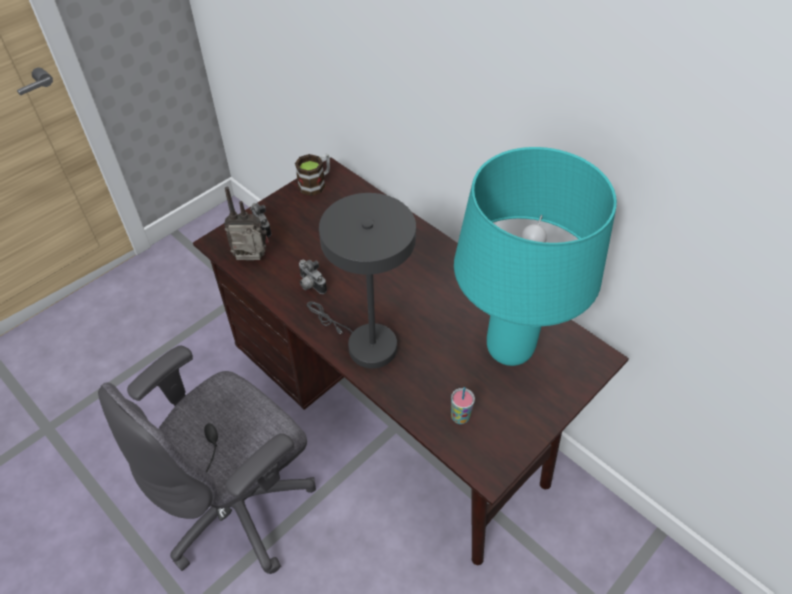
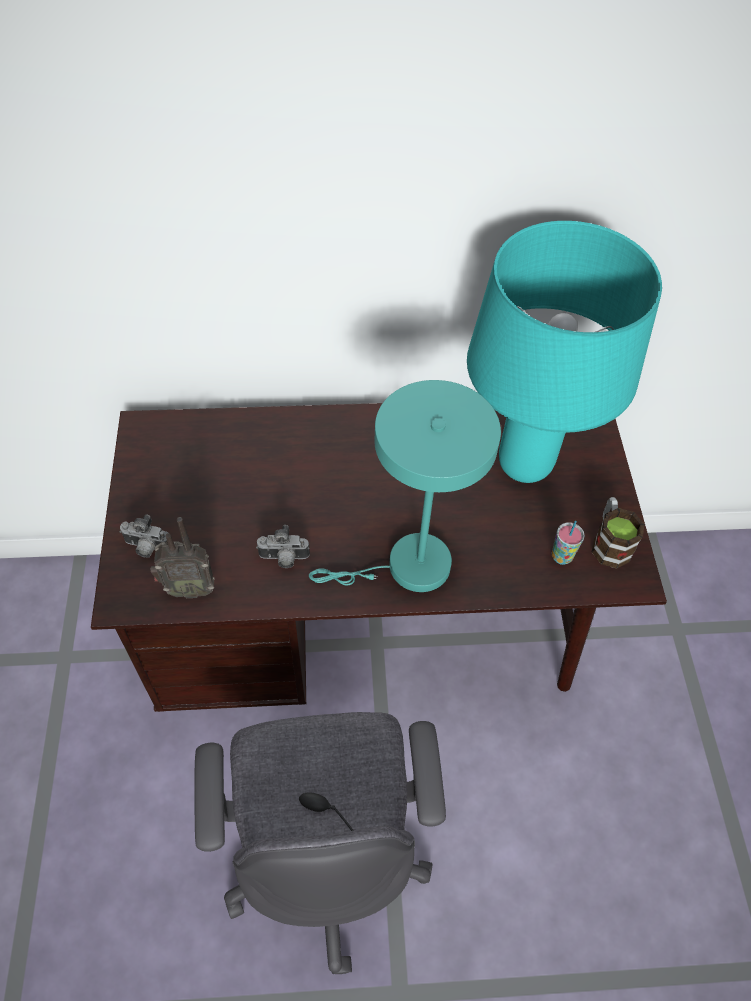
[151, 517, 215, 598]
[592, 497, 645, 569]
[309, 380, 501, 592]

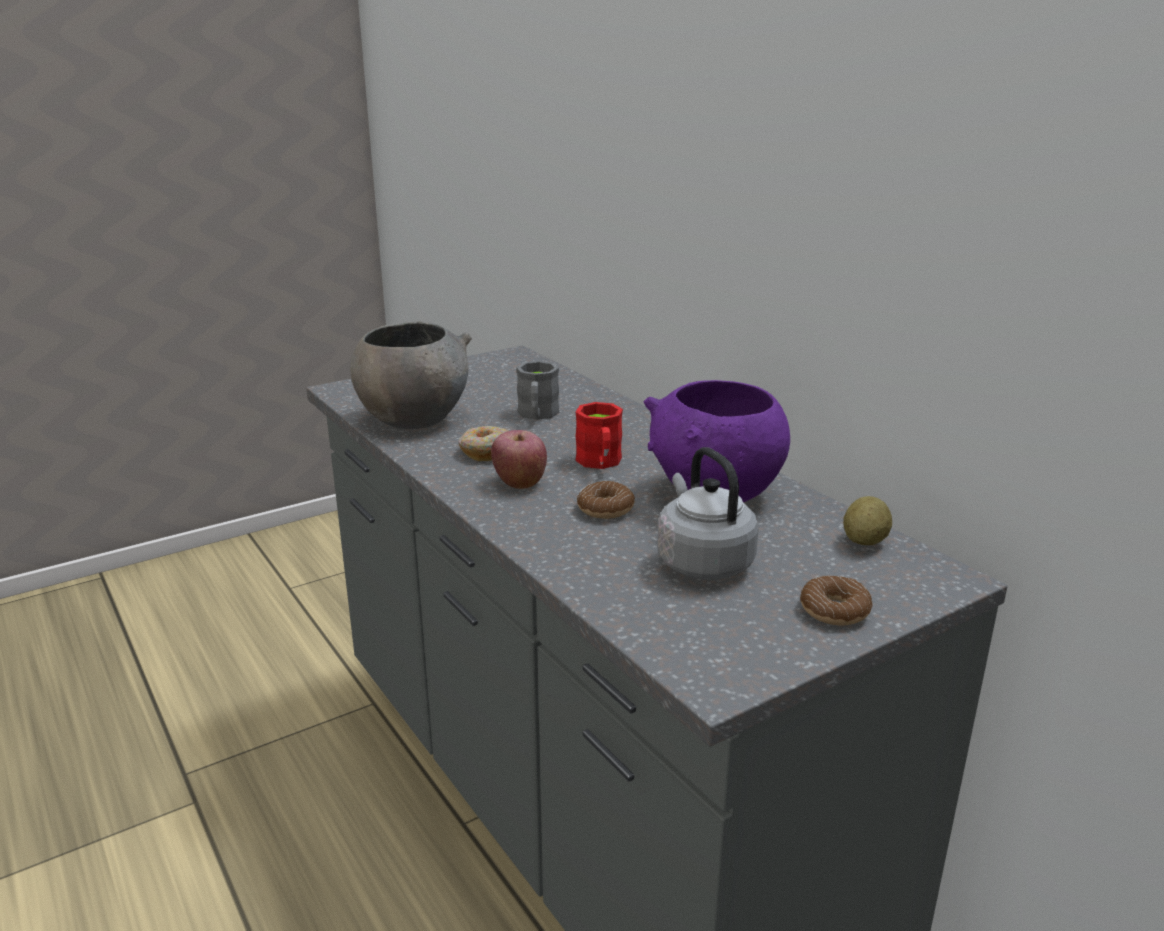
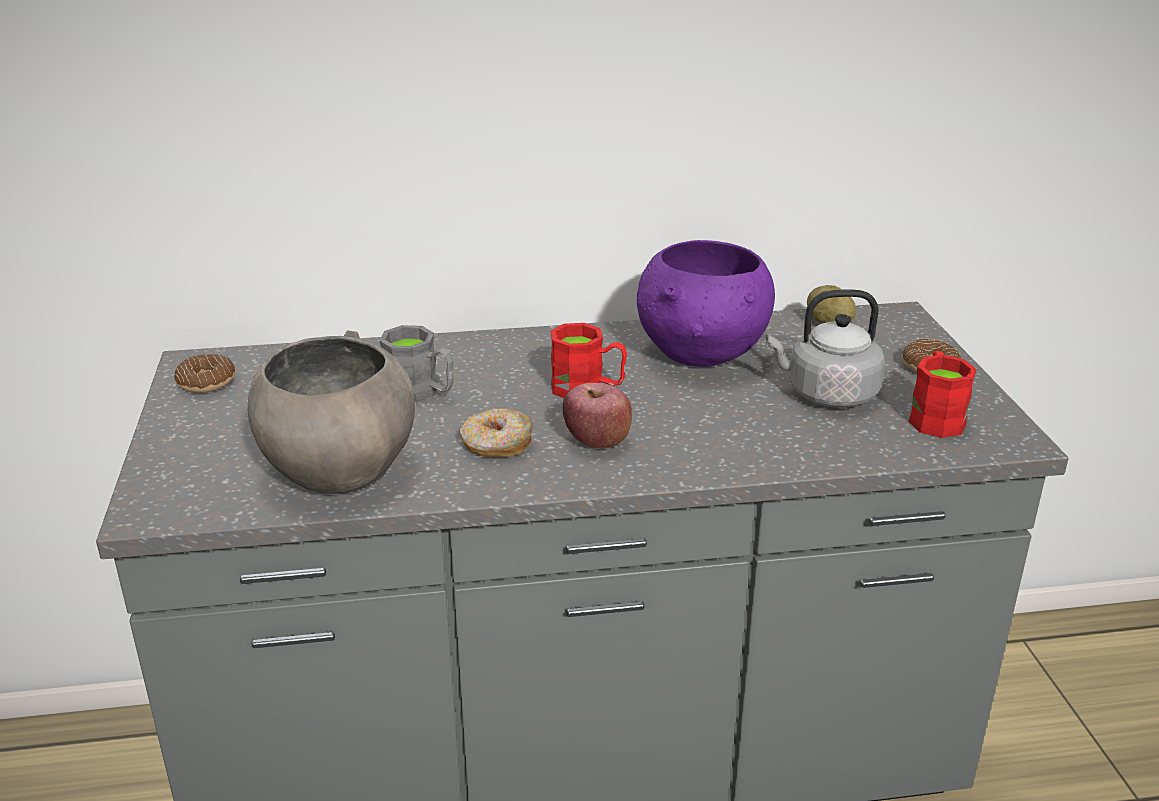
[174, 354, 235, 393]
[909, 351, 977, 438]

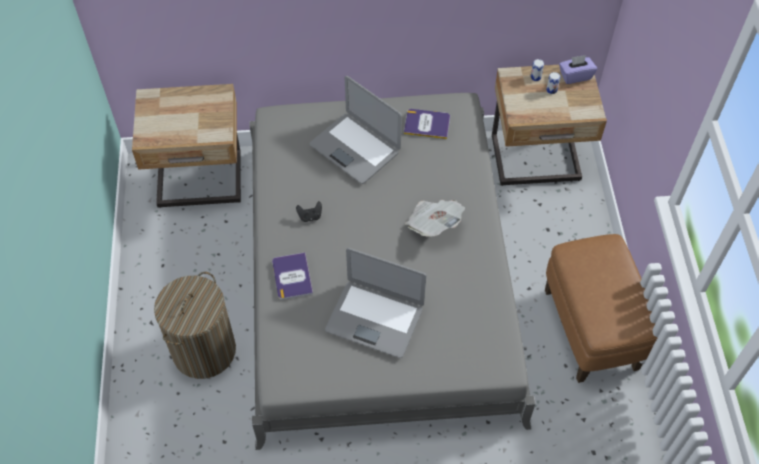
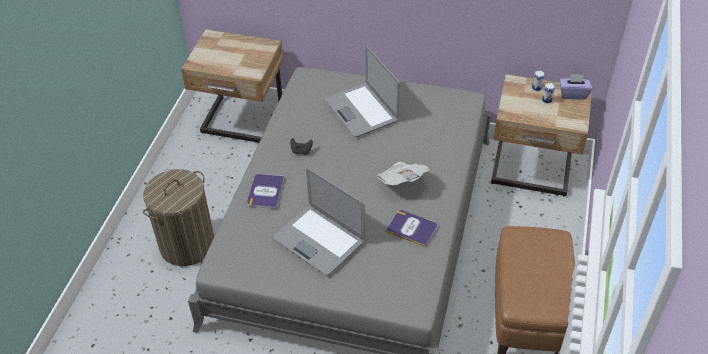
[386, 210, 437, 248]

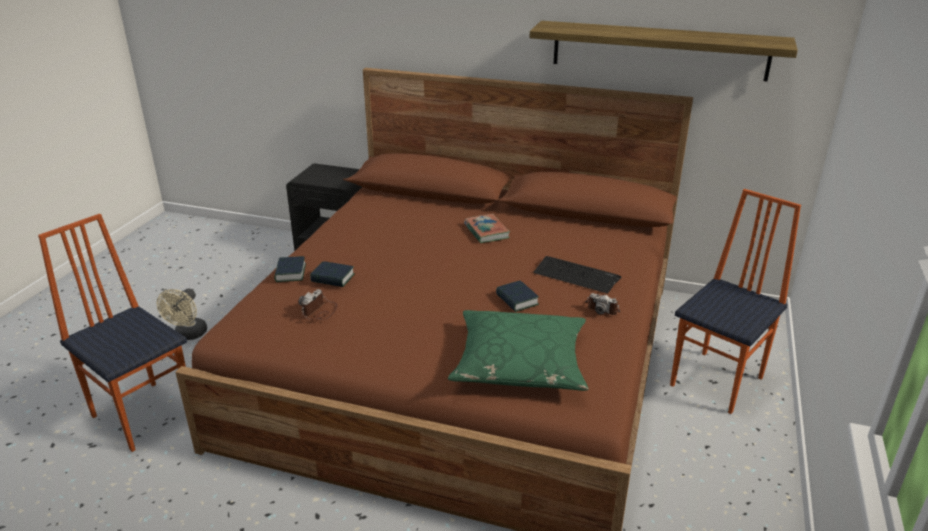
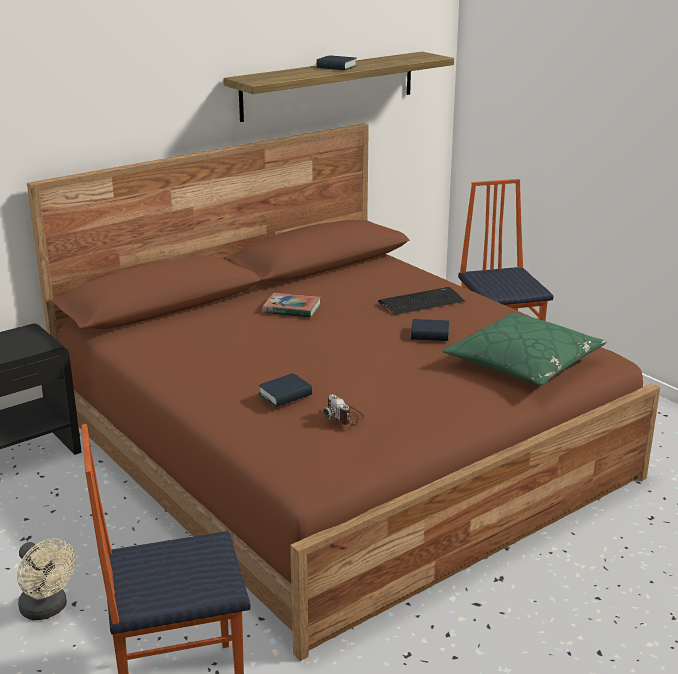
[316, 55, 357, 70]
[585, 293, 620, 315] (first image)

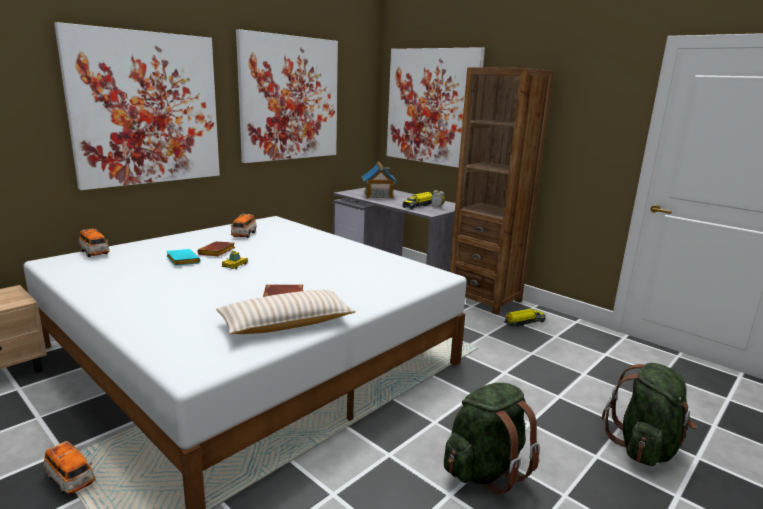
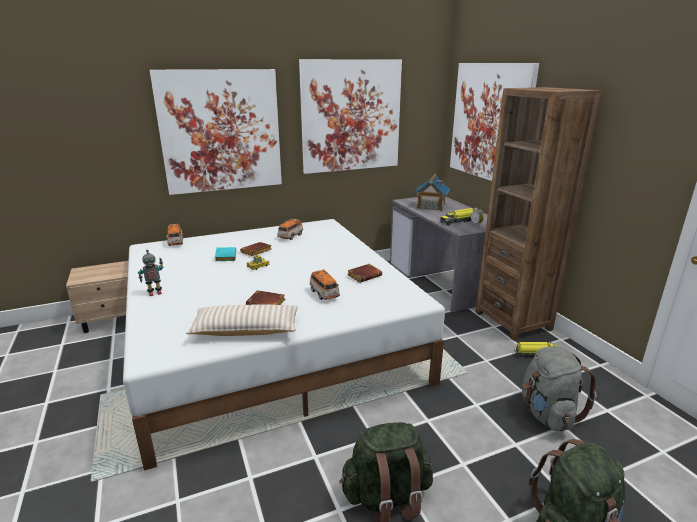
[310, 269, 340, 300]
[138, 250, 164, 296]
[347, 264, 382, 283]
[522, 346, 597, 431]

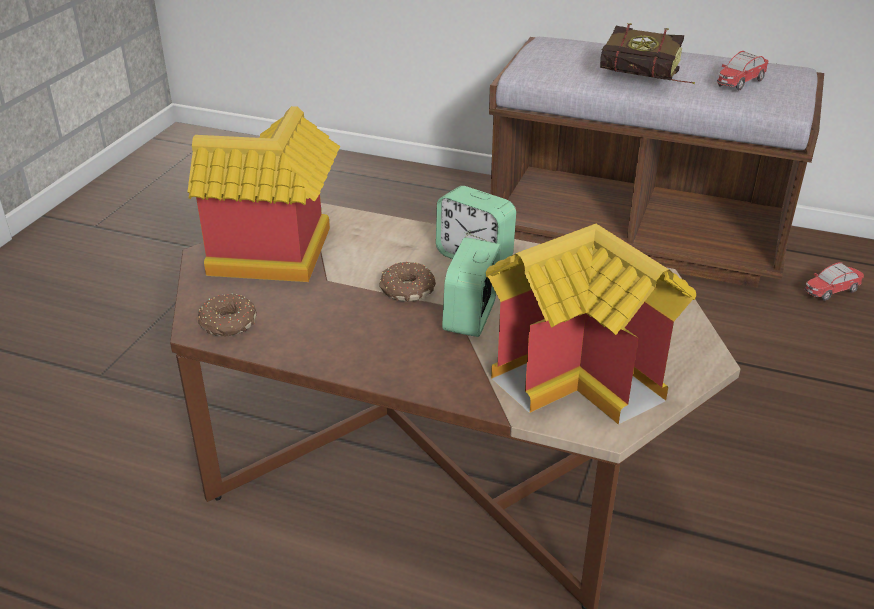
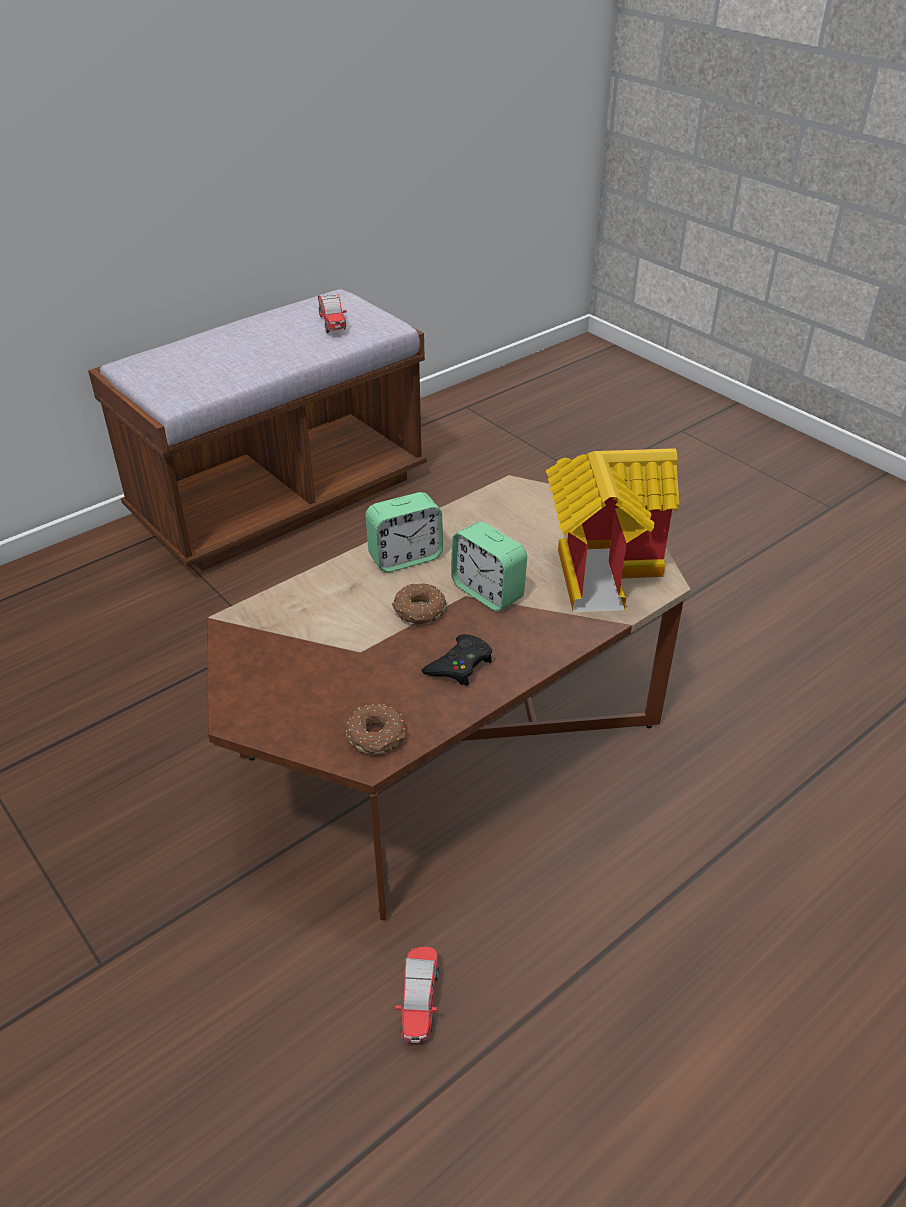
[187, 106, 340, 282] (first image)
[600, 23, 695, 84] (first image)
[395, 947, 439, 1043]
[421, 634, 492, 686]

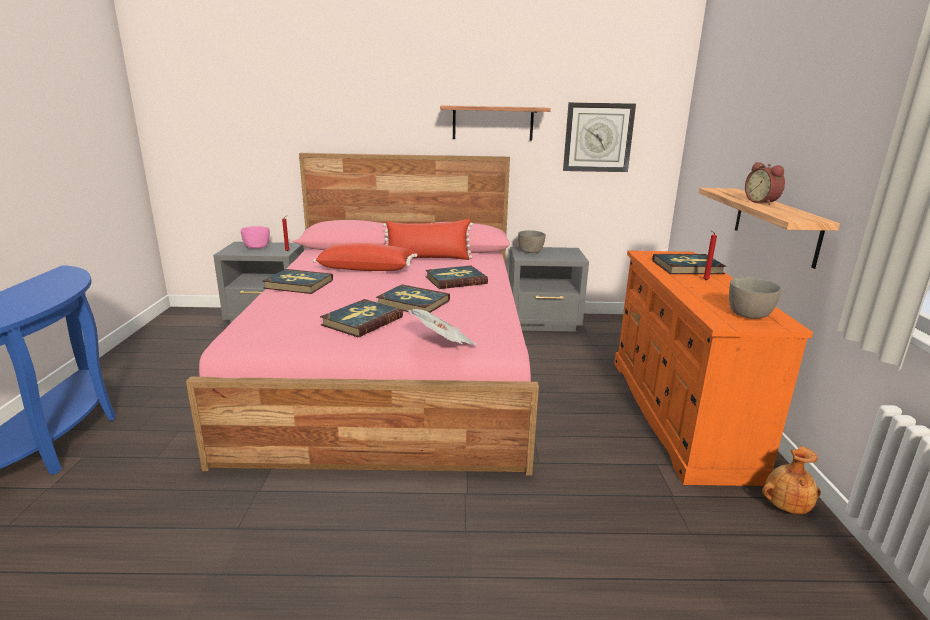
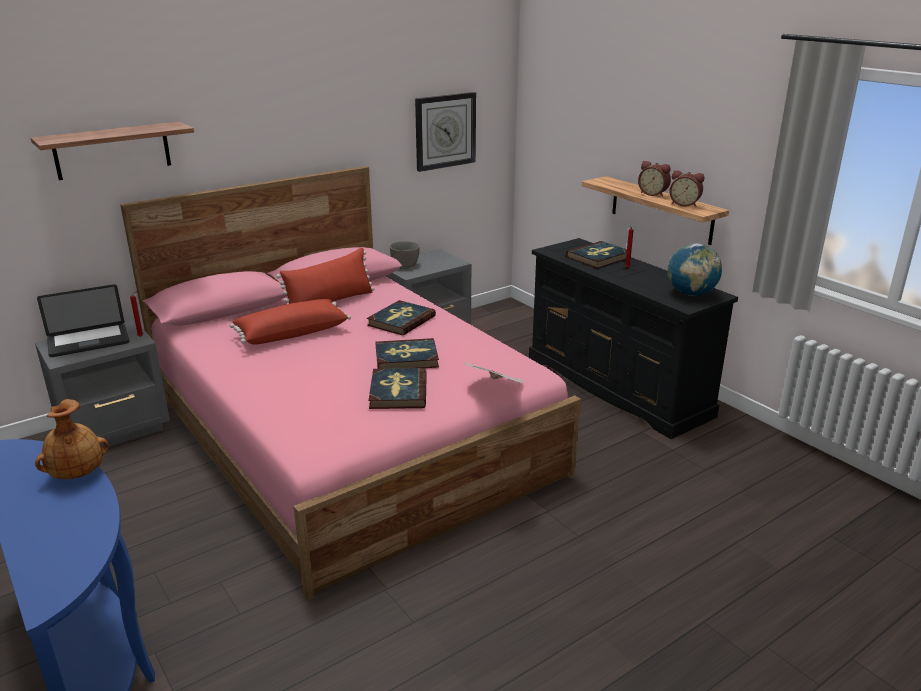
[37, 284, 129, 357]
[262, 269, 333, 294] (first image)
[31, 122, 194, 180]
[529, 238, 738, 439]
[668, 243, 722, 296]
[35, 399, 109, 479]
[669, 170, 704, 207]

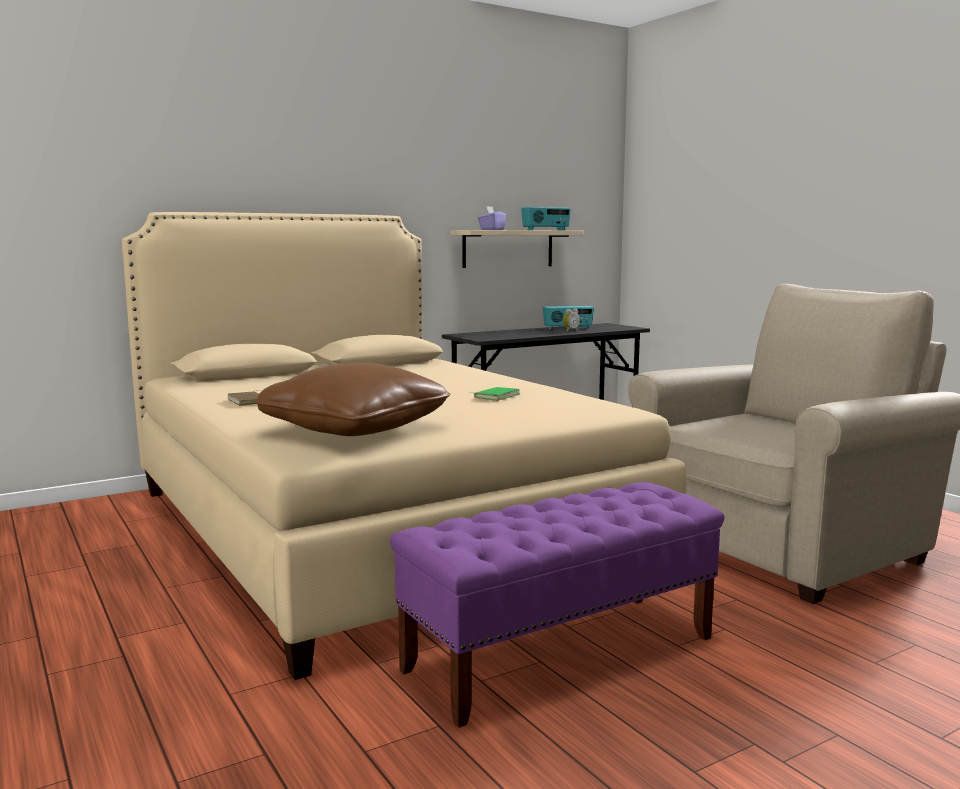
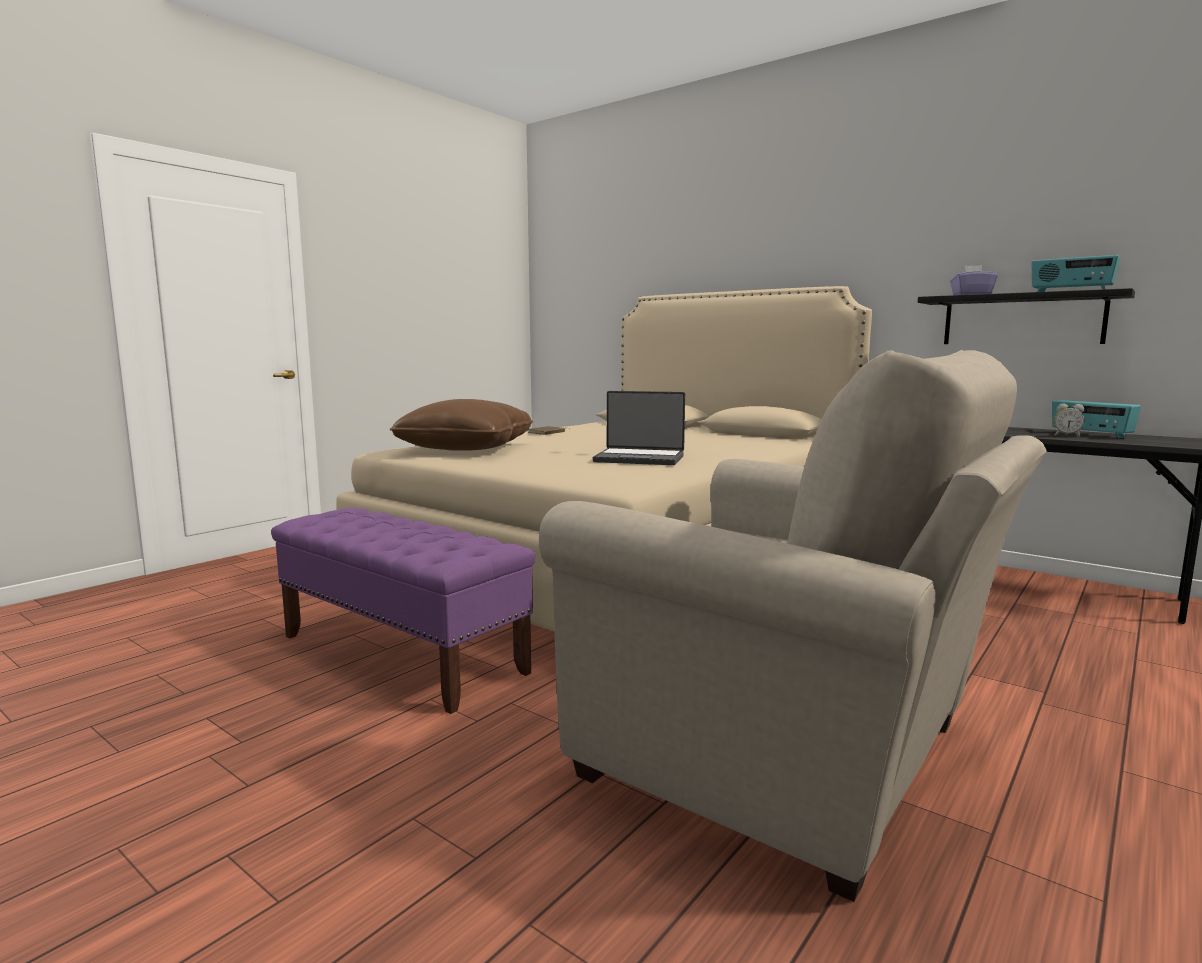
[918, 288, 1135, 344]
[593, 391, 685, 465]

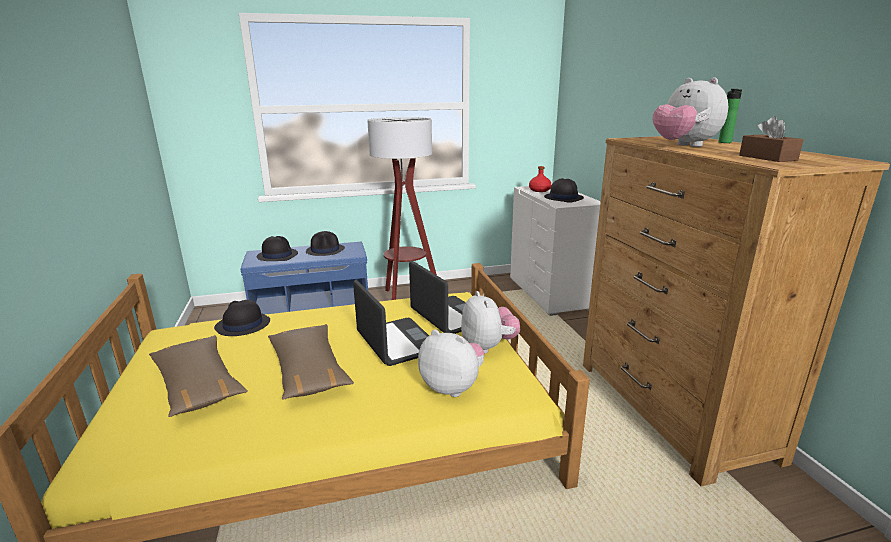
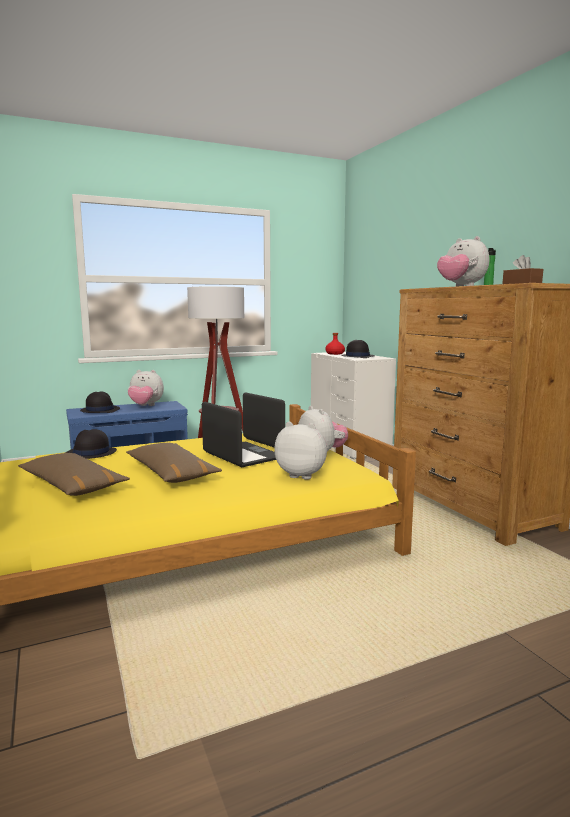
[128, 370, 164, 406]

